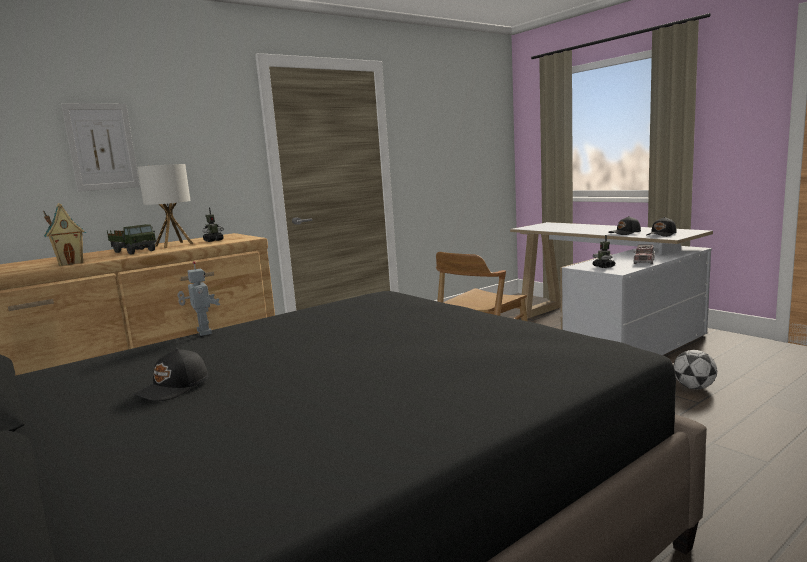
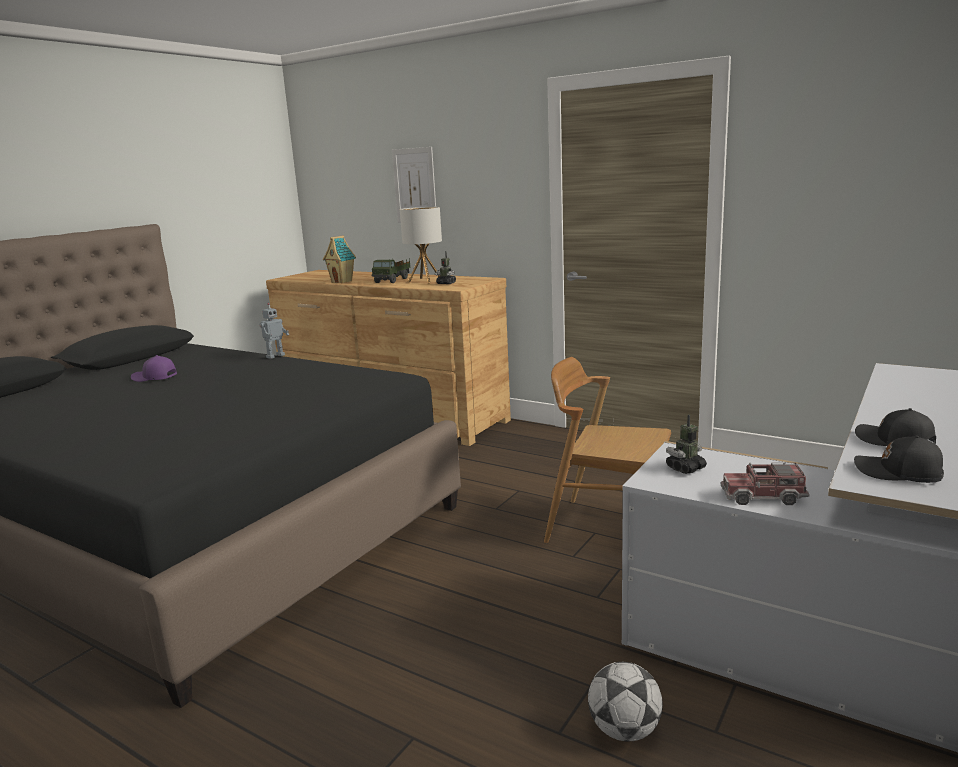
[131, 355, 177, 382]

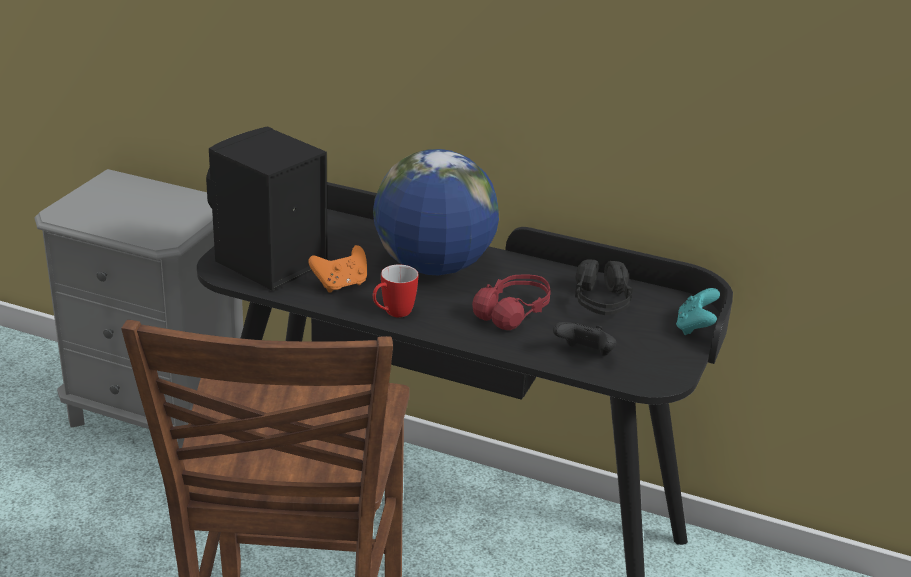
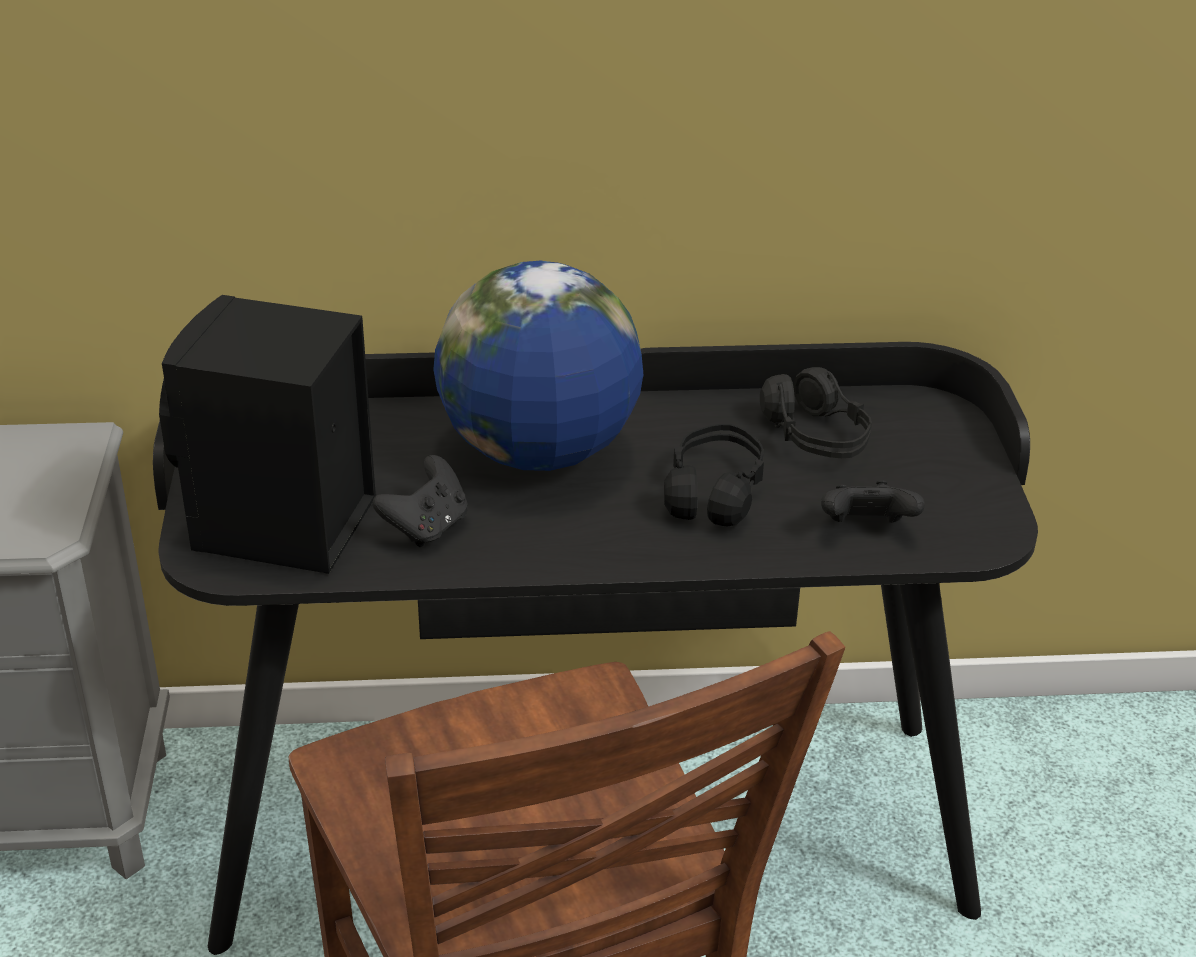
[372, 455, 467, 547]
[373, 264, 419, 317] (first image)
[664, 424, 764, 526]
[676, 288, 720, 335] (first image)

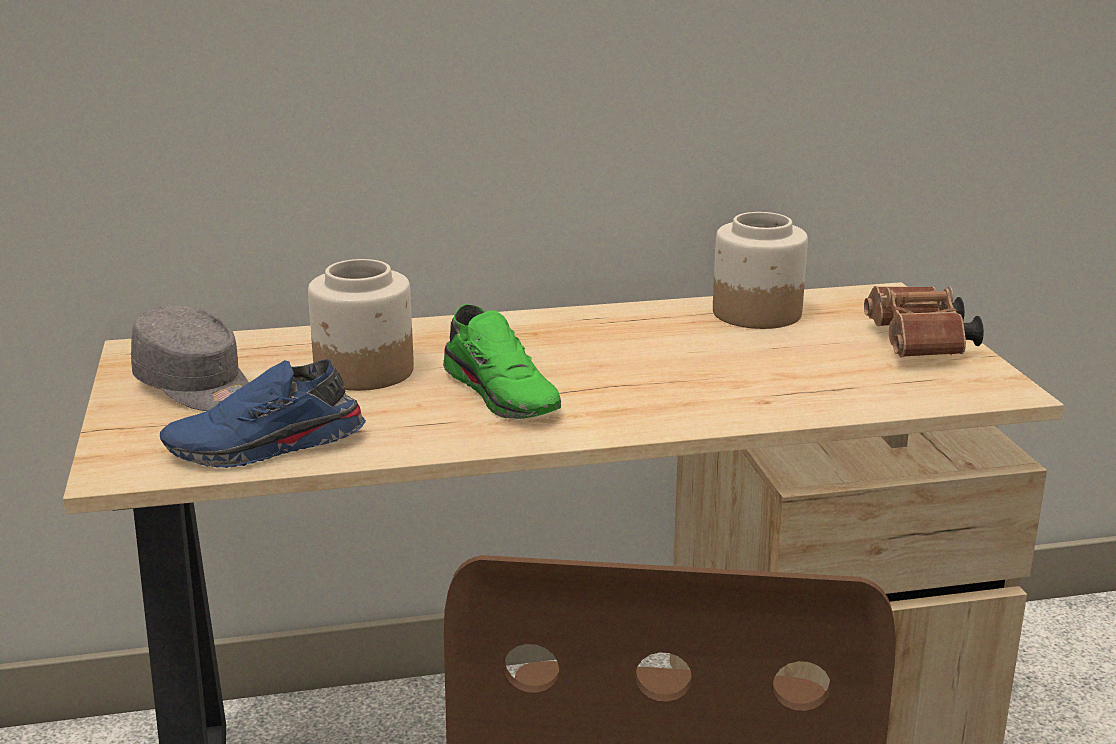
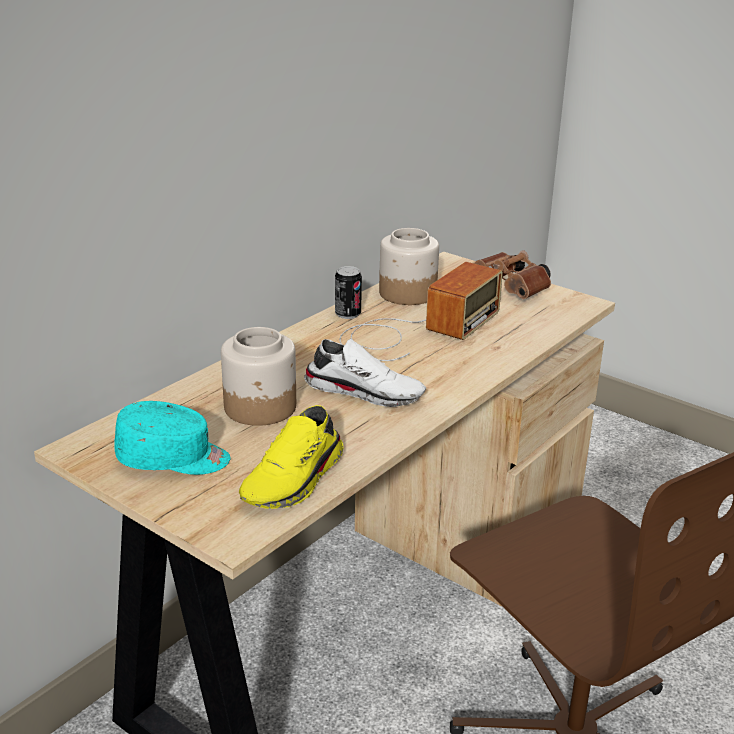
[114, 401, 231, 475]
[239, 405, 344, 509]
[304, 339, 426, 407]
[335, 266, 362, 319]
[340, 262, 503, 361]

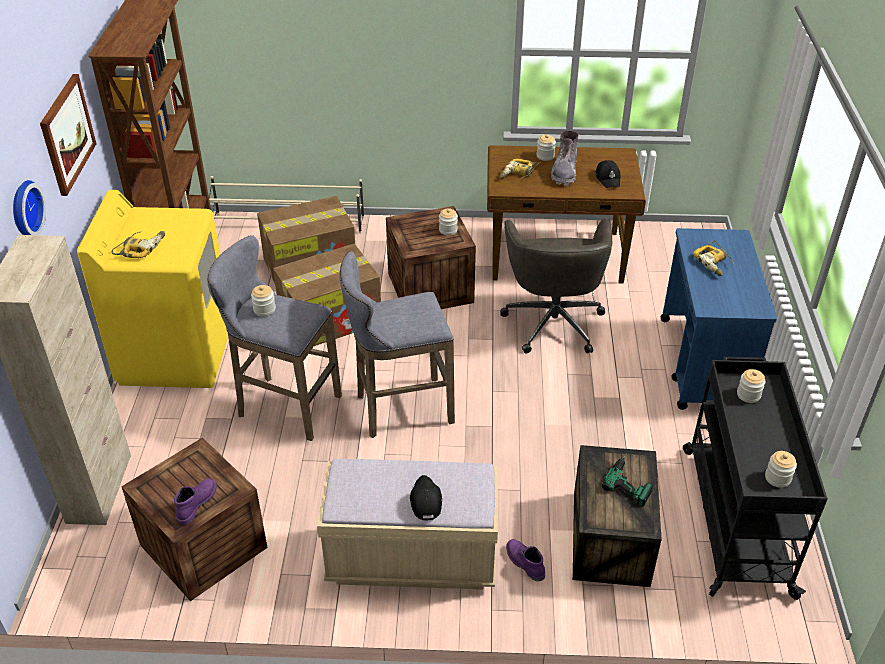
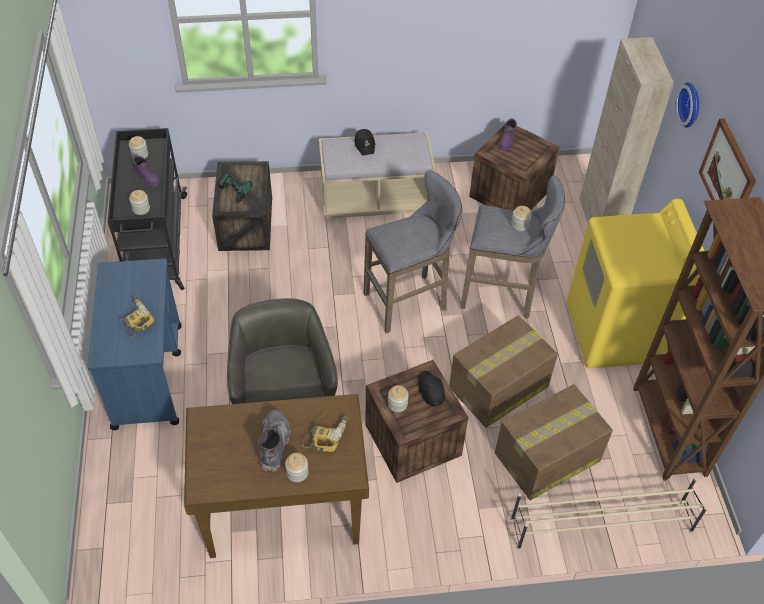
[112, 231, 165, 258] (first image)
[133, 156, 160, 187]
[418, 370, 445, 406]

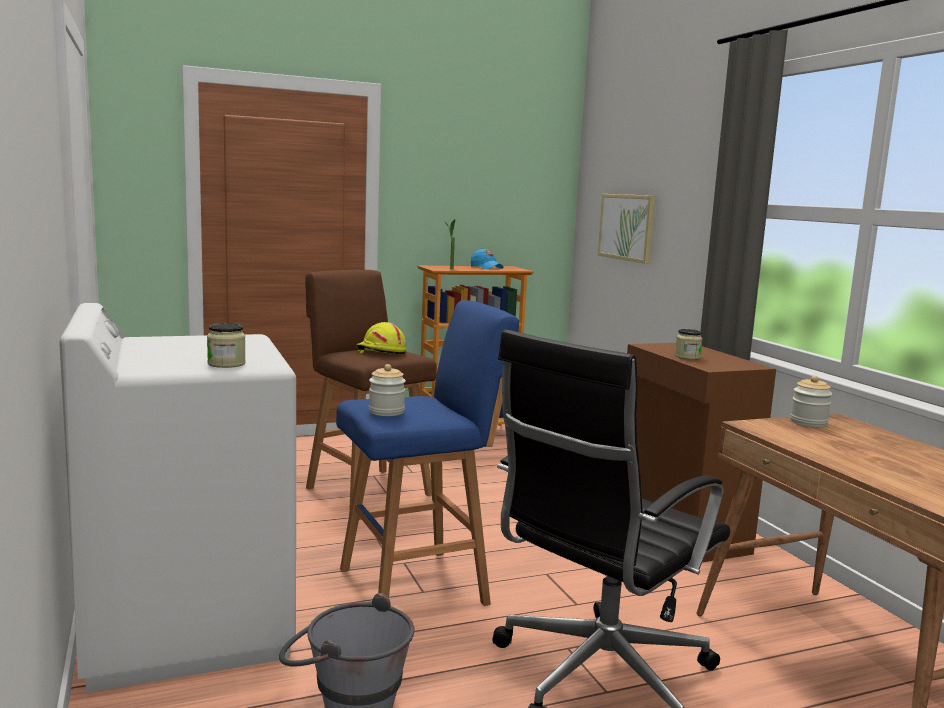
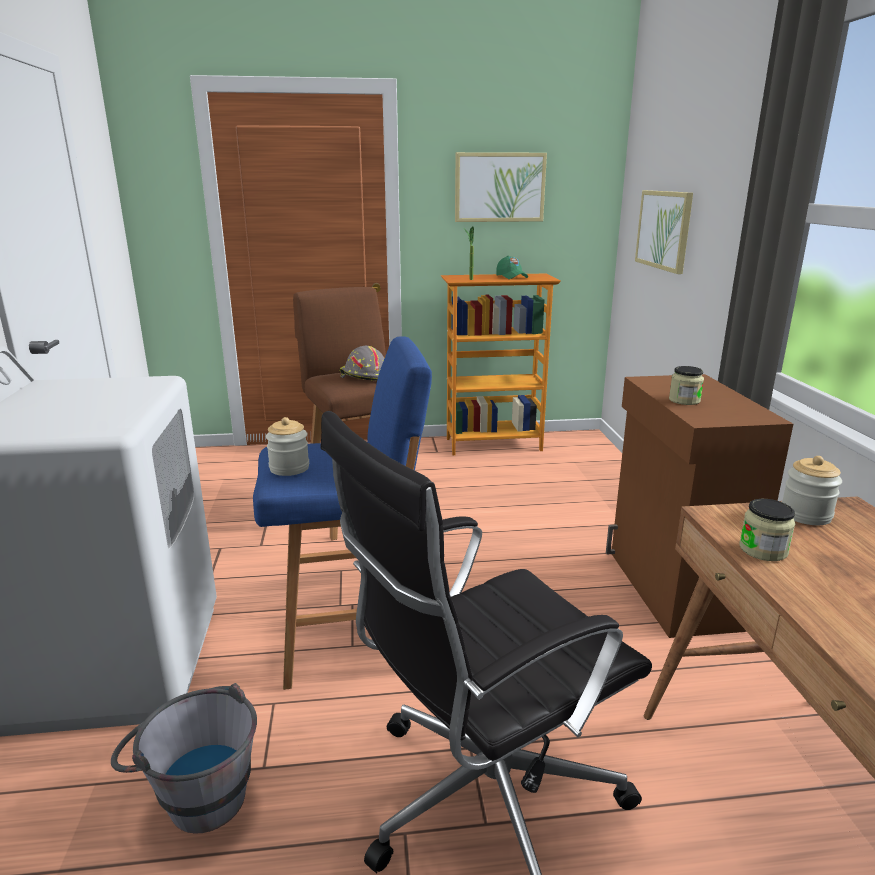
[739, 499, 795, 561]
[339, 346, 384, 381]
[496, 256, 528, 279]
[455, 152, 547, 222]

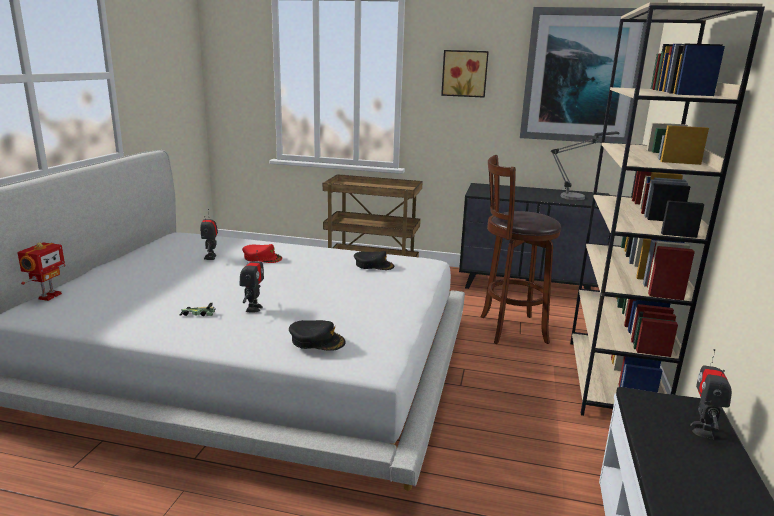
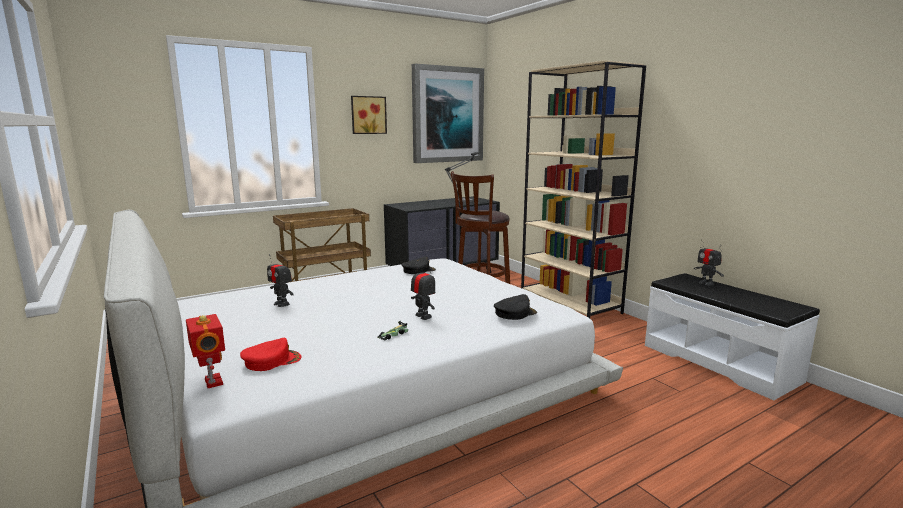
[240, 338, 302, 371]

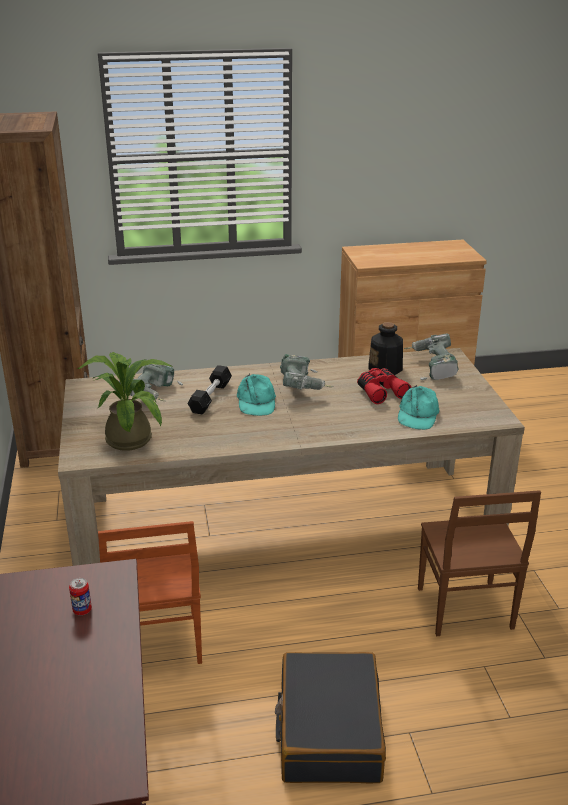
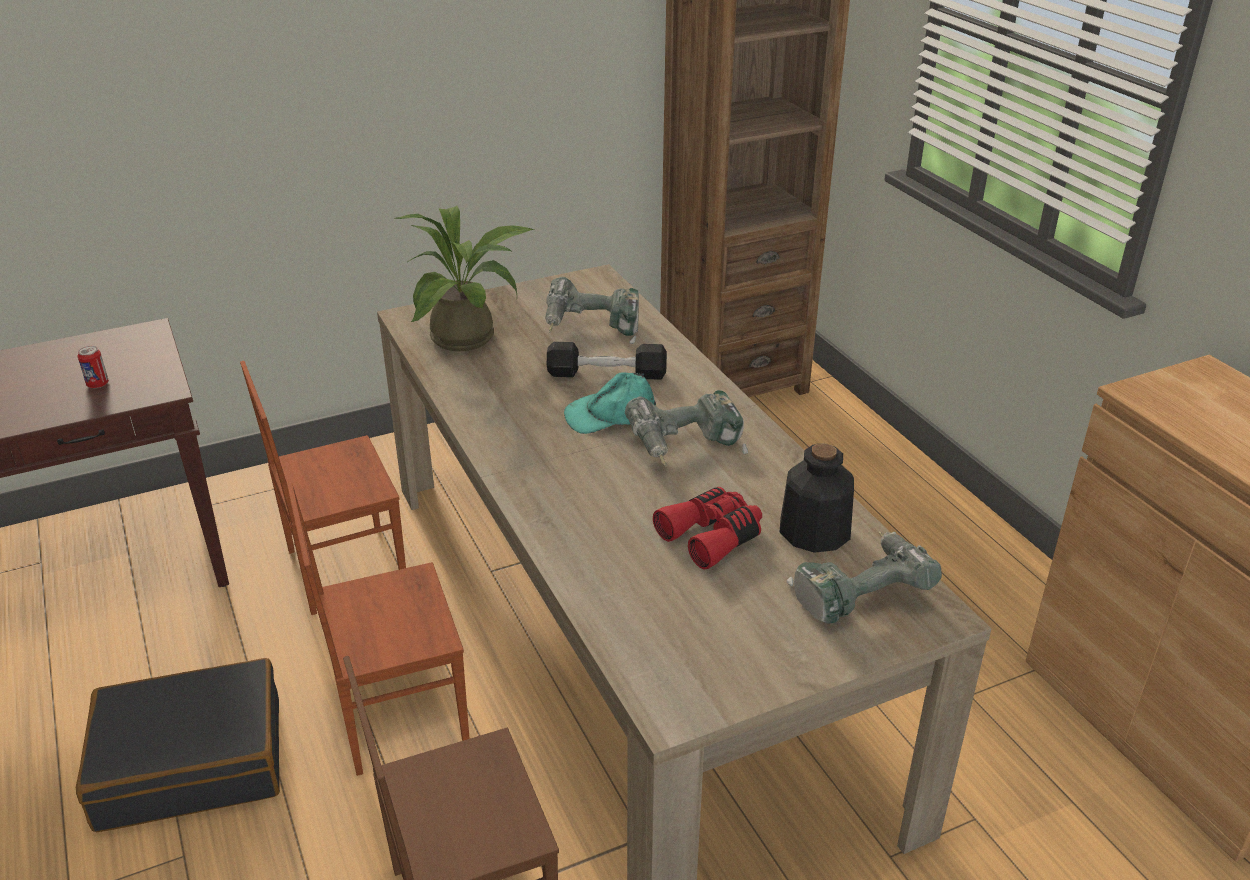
[398, 385, 439, 430] (first image)
[287, 482, 470, 776]

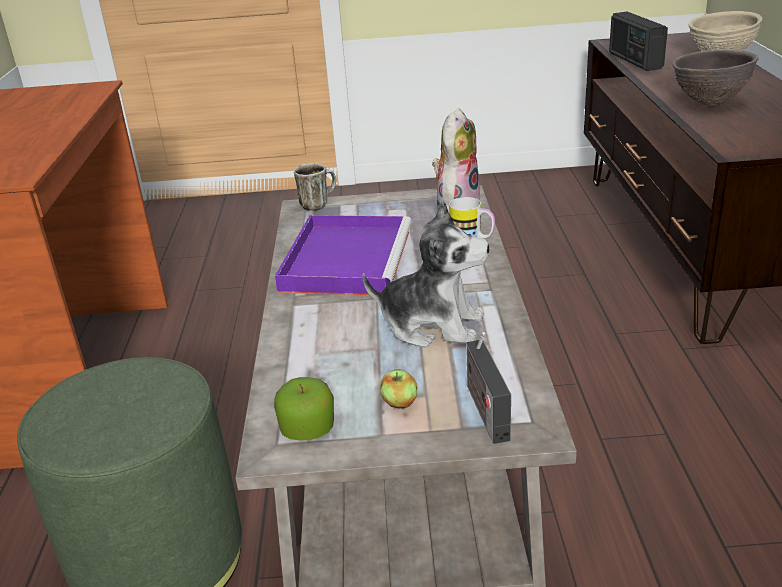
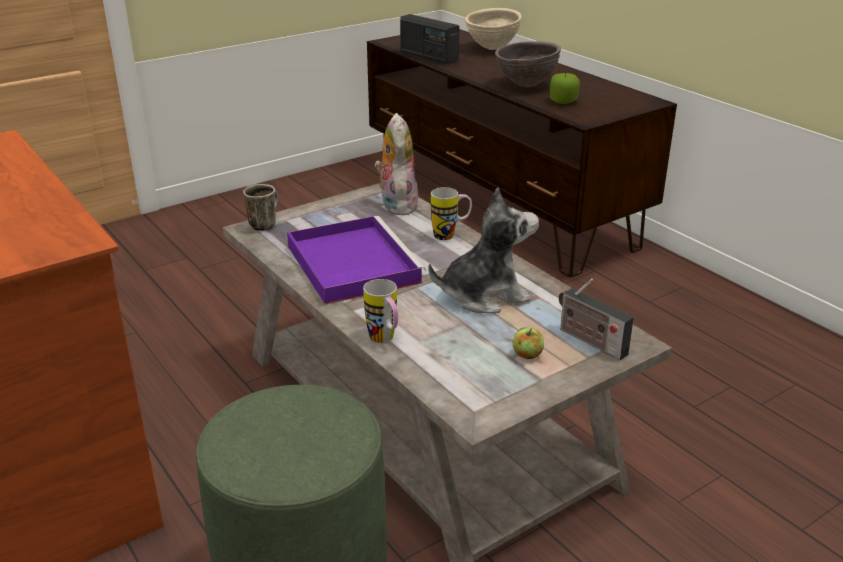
[550, 73, 580, 104]
[363, 279, 398, 343]

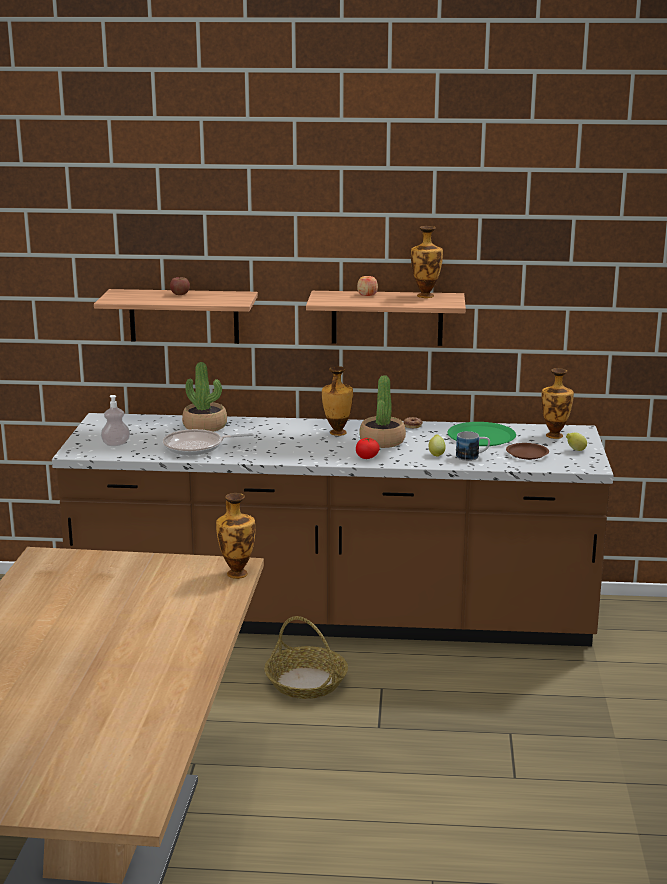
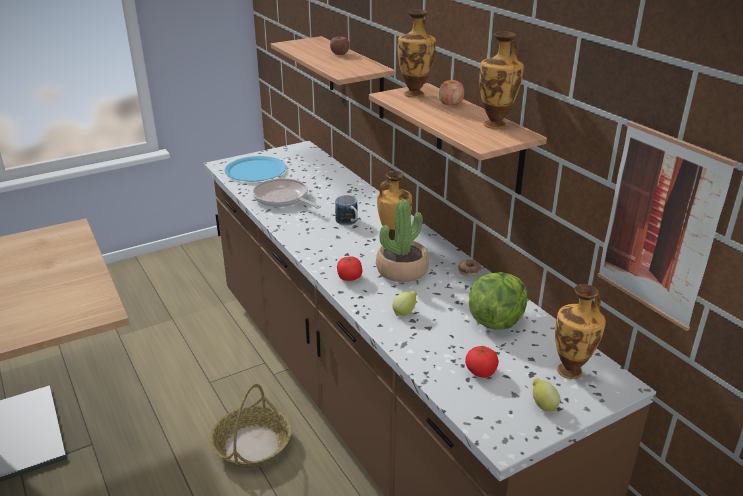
[225, 156, 286, 182]
[182, 362, 227, 432] (first image)
[398, 10, 436, 98]
[469, 272, 527, 330]
[335, 195, 358, 225]
[465, 345, 499, 378]
[598, 121, 737, 331]

